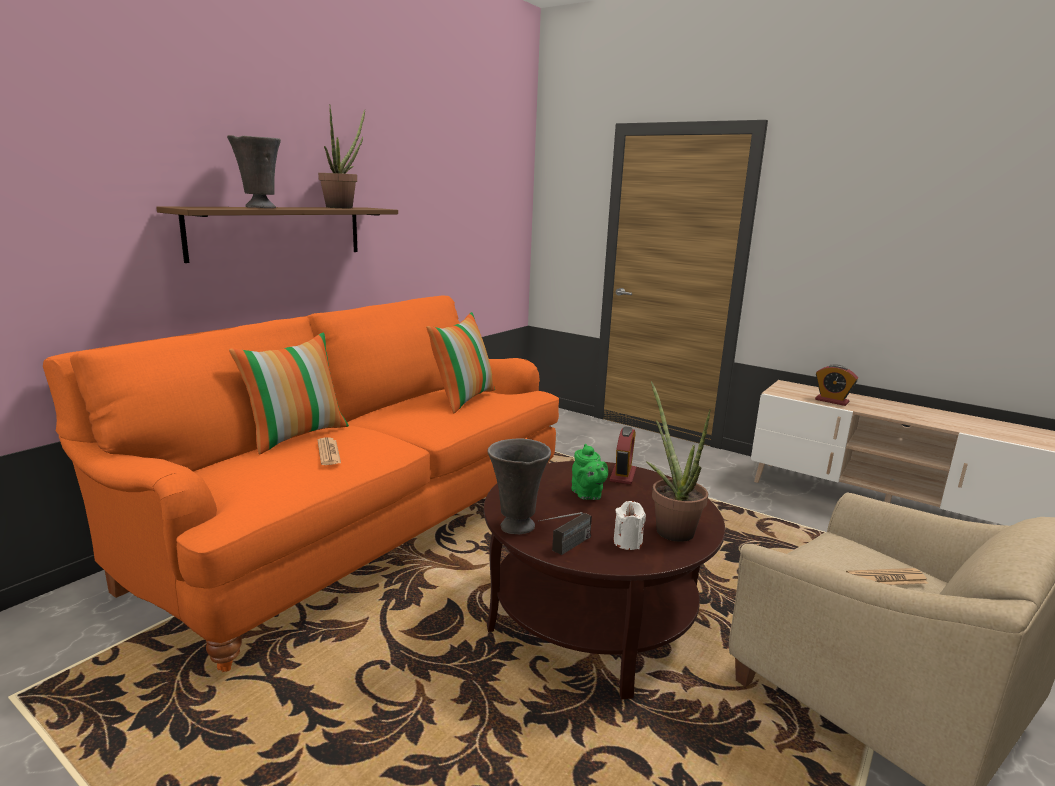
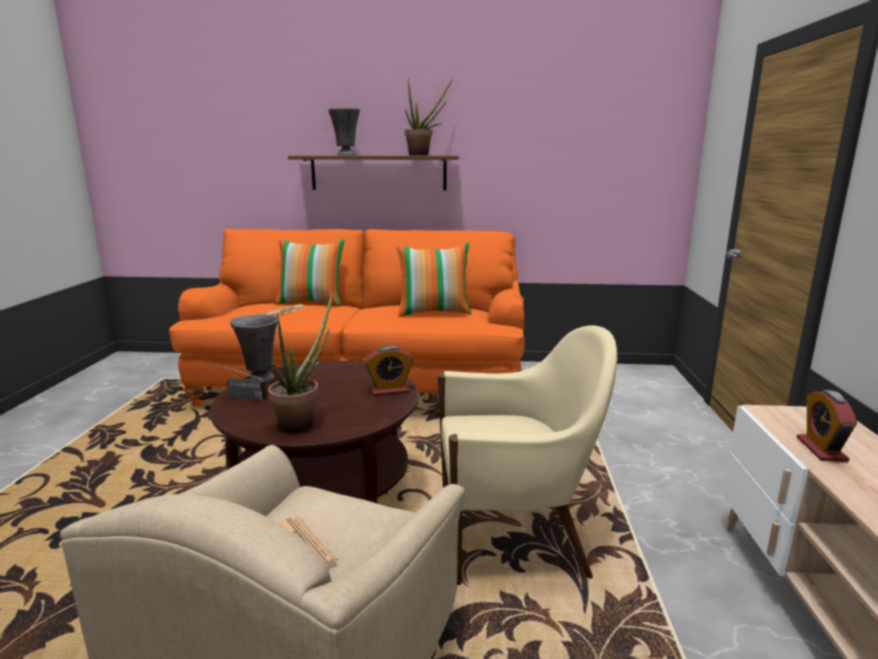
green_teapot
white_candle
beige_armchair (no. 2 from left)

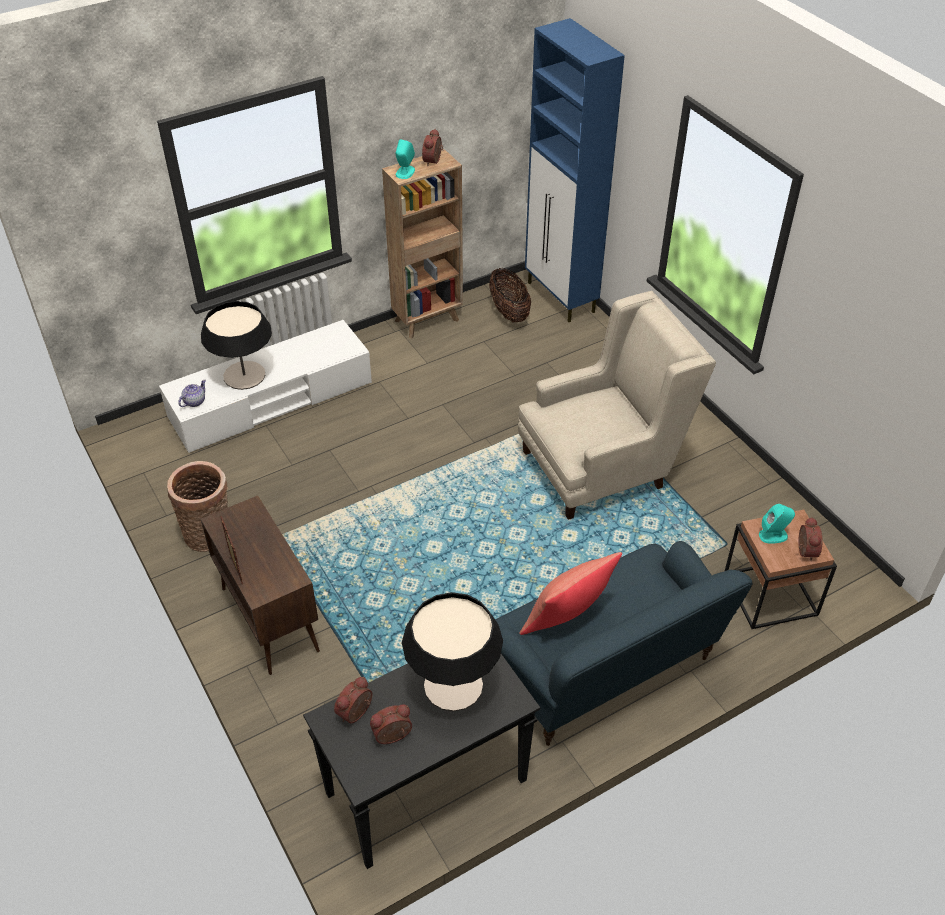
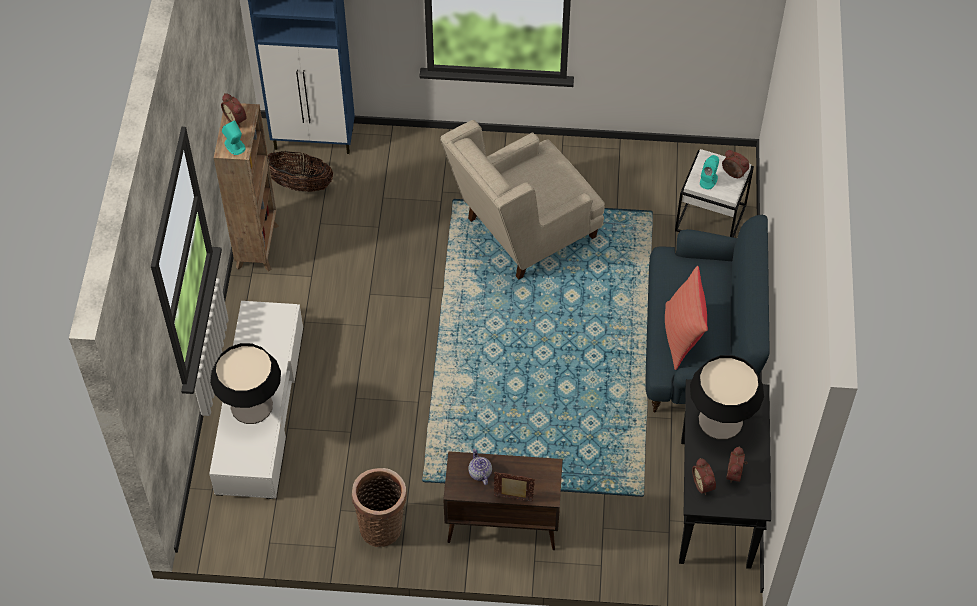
beige_armchair
teapot
white_side_table

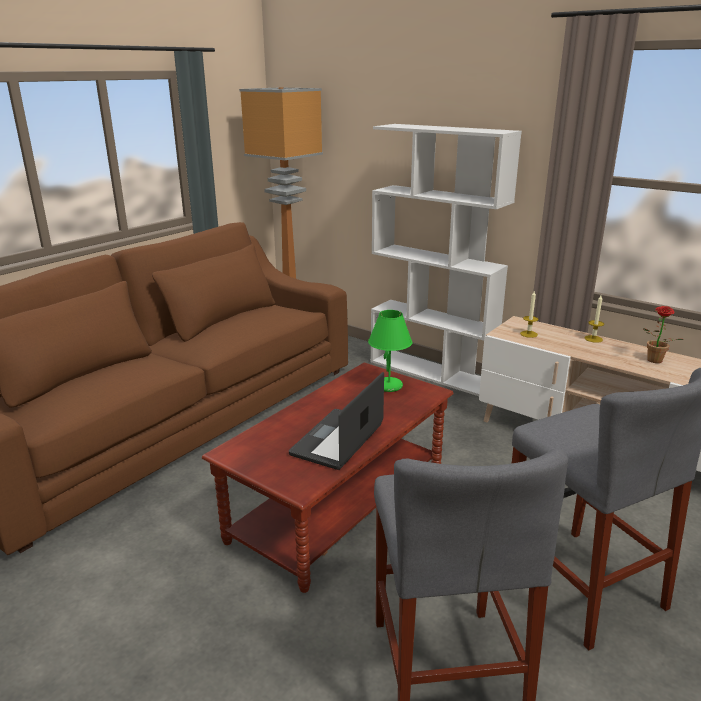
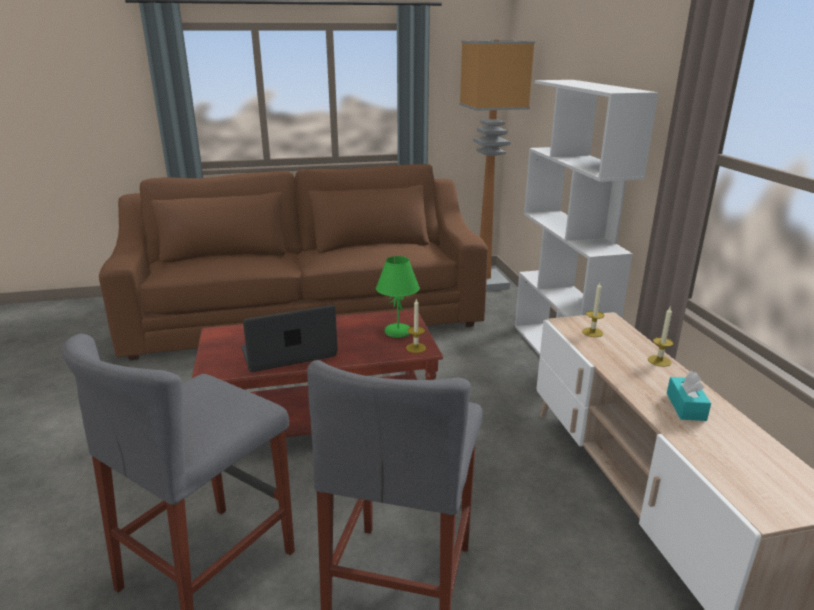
turquoise_tissue_box
candle (no. 1 from left)

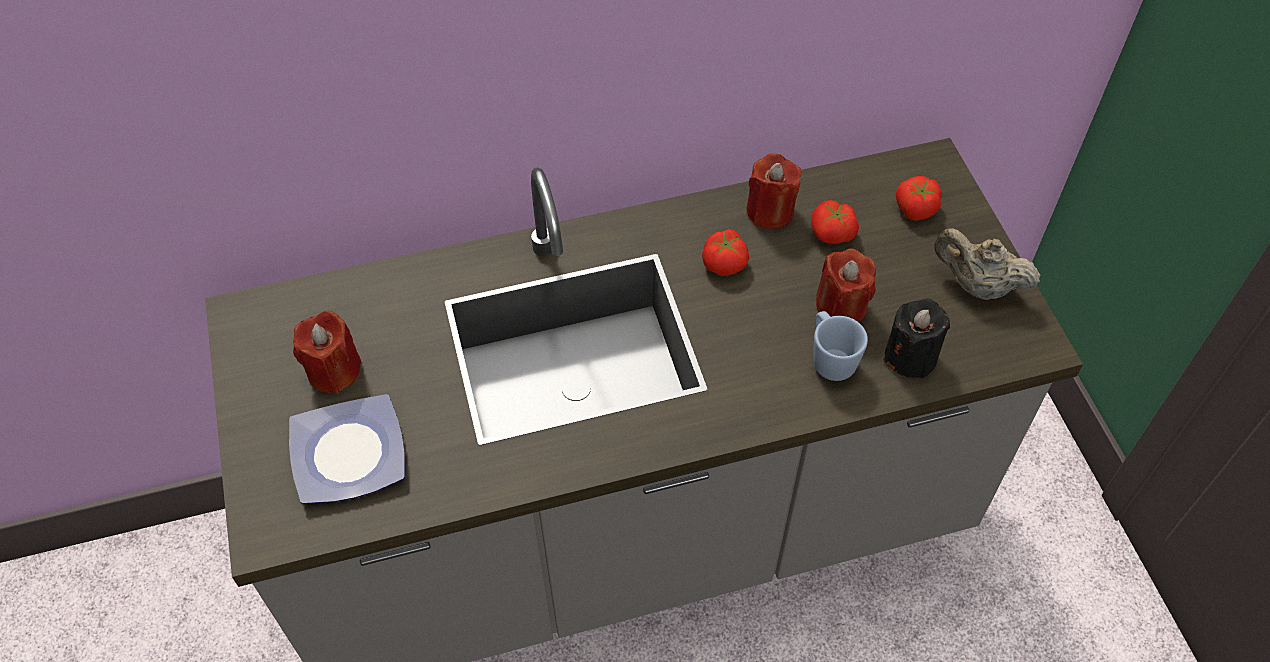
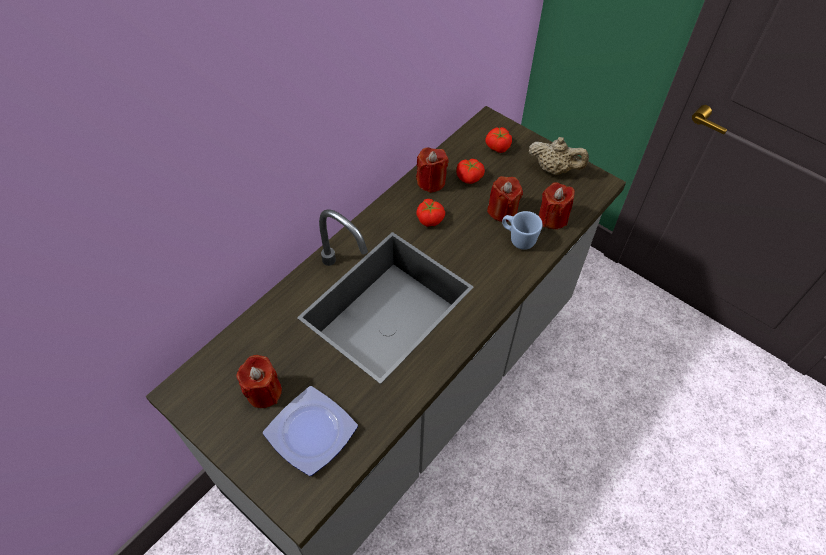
beige_teapot
red_candle (no. 4 from left)

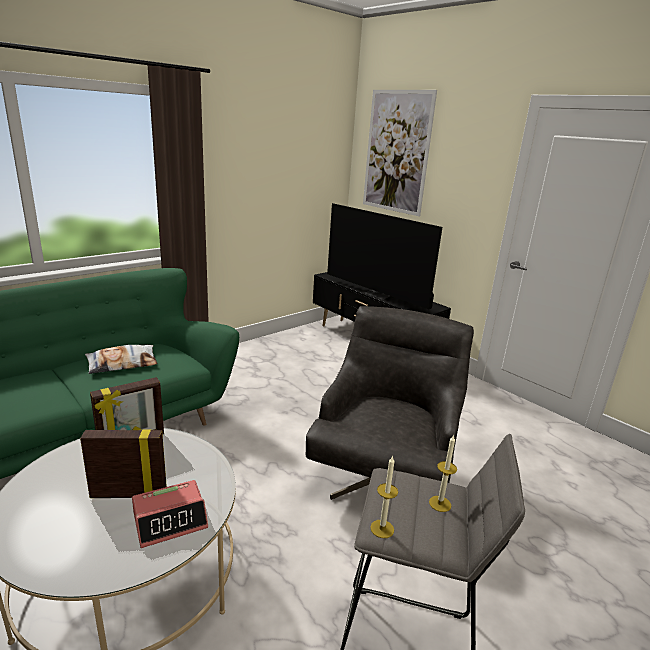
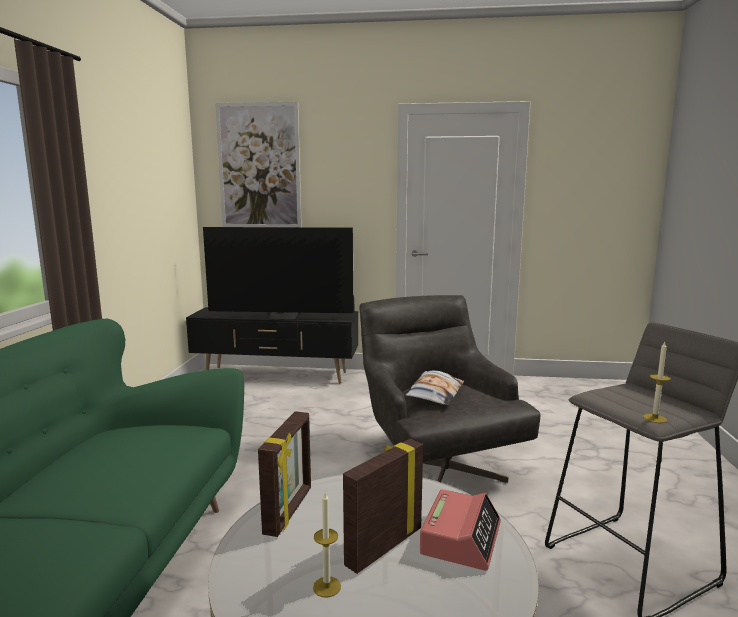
pillow
candle (no. 1 from left)

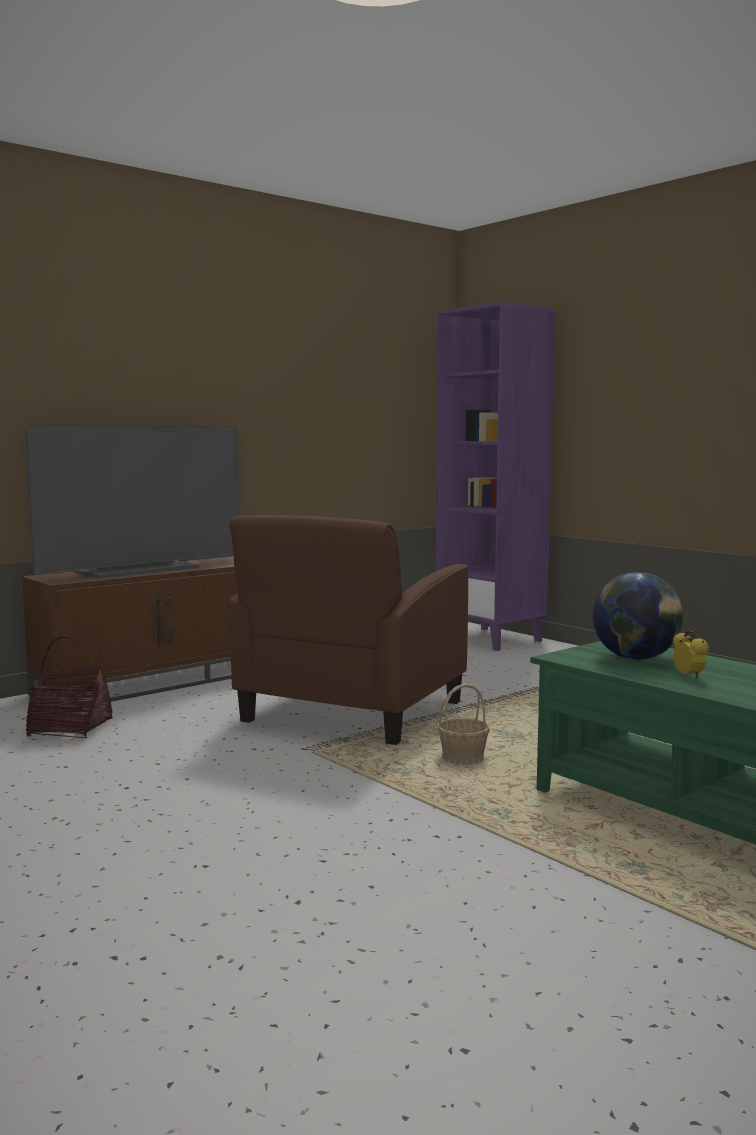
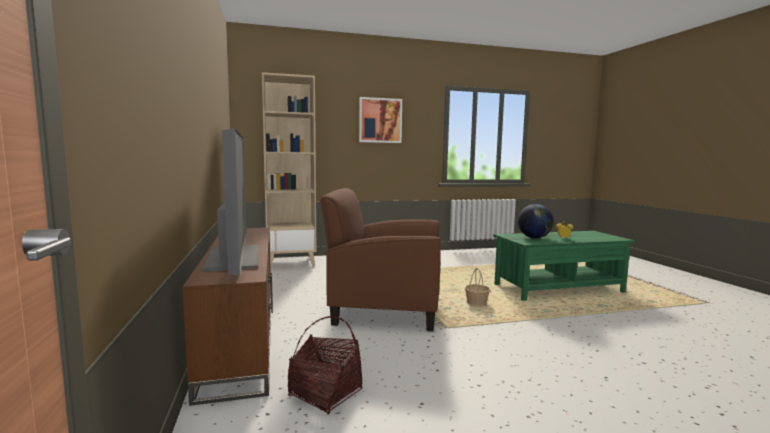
beige_bookcase
brown_armchair
picture

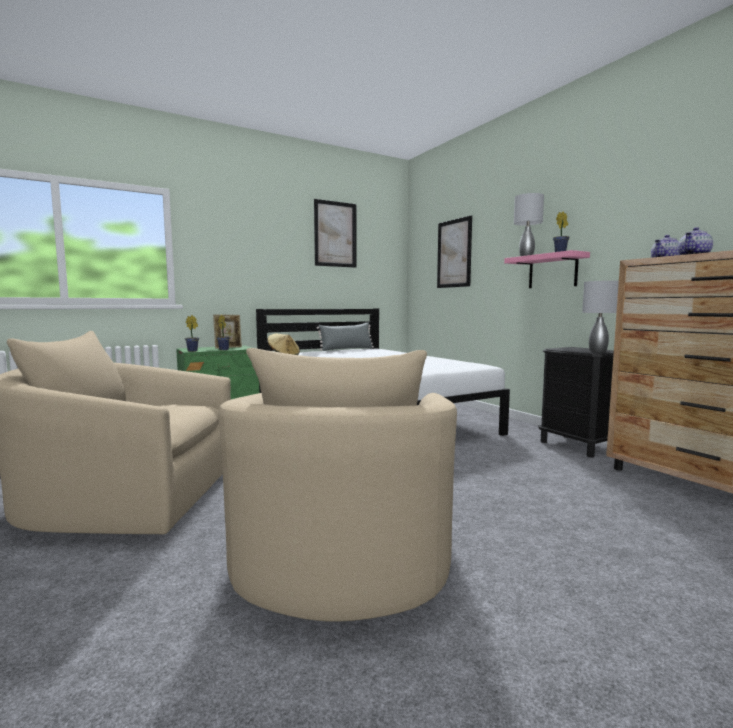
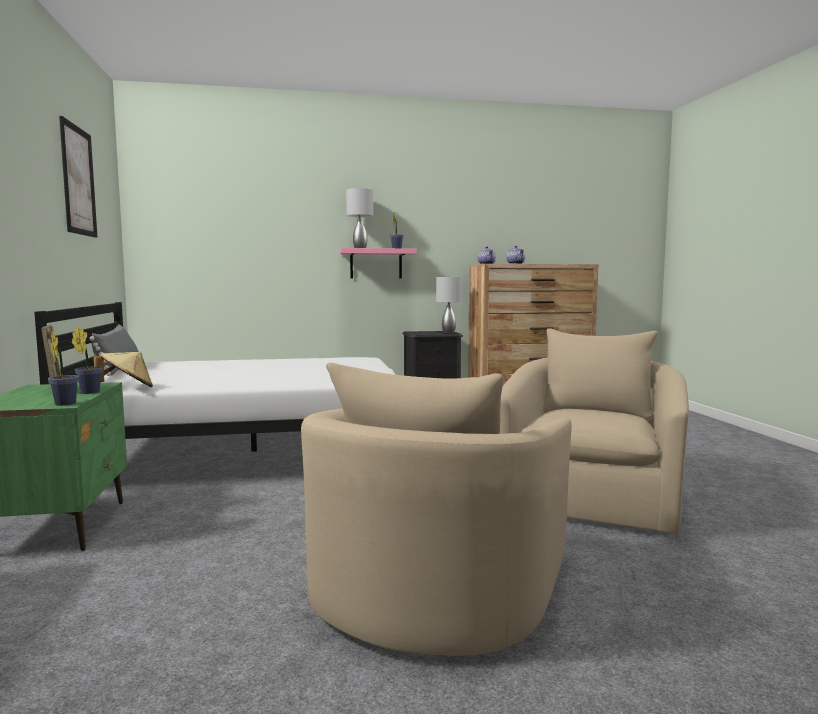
picture (no. 2 from left in the first image)
beige_armchair (no. 2 from left)

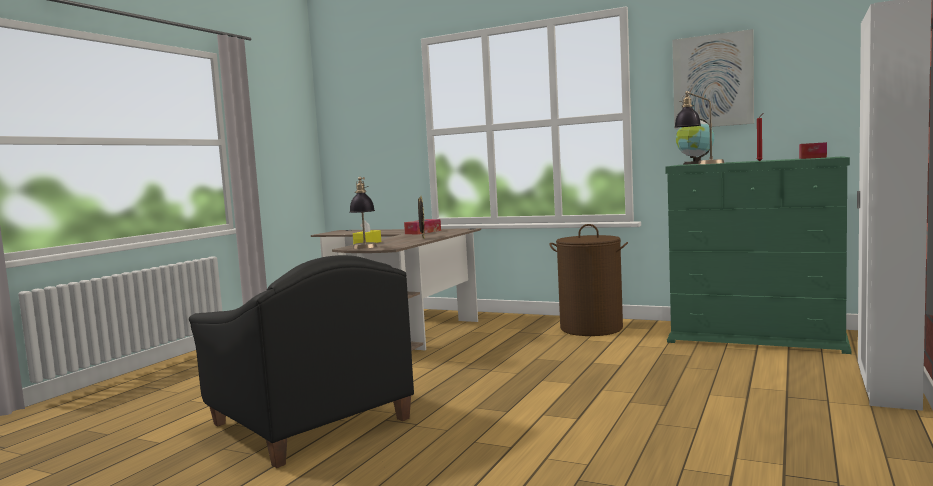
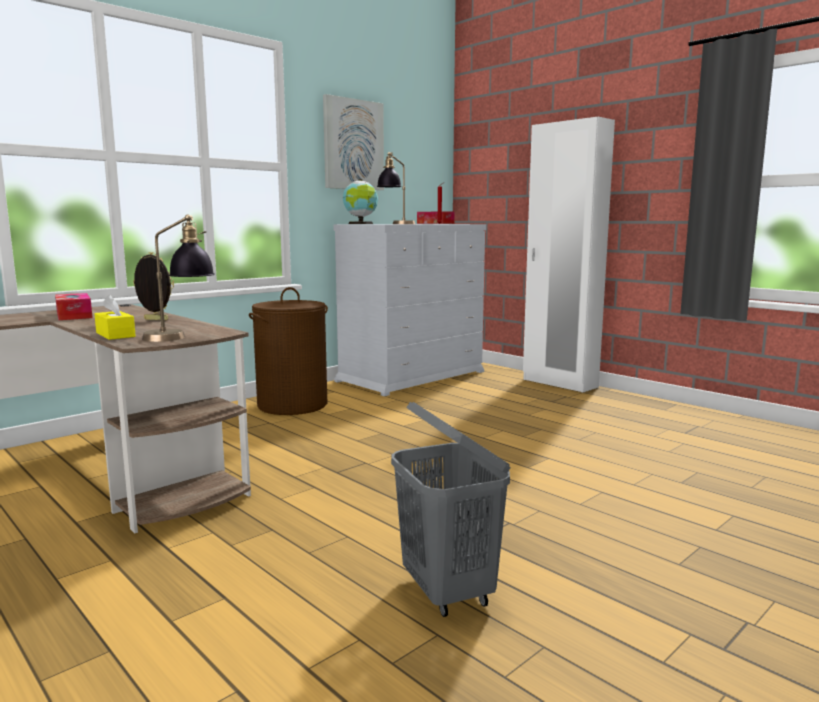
white_dresser
grey_laundry_basket

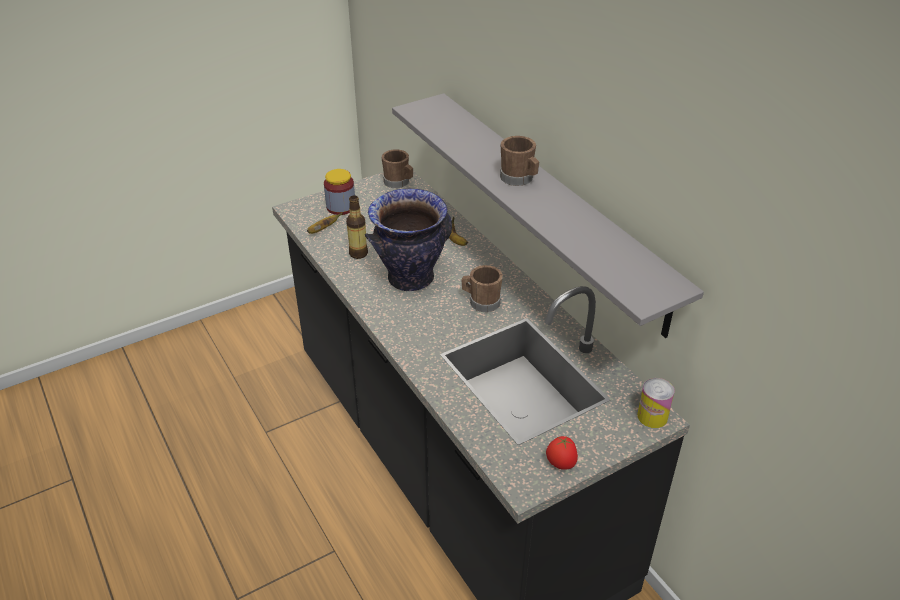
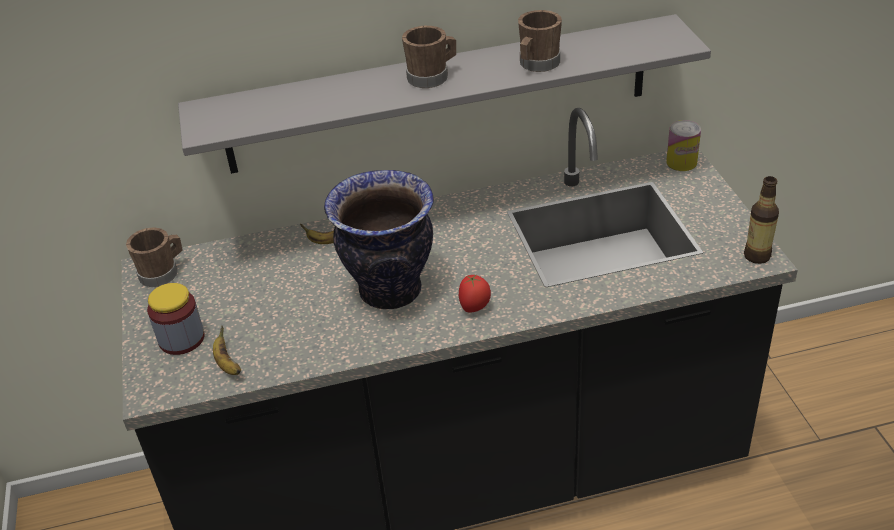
bottle
brown_mug (no. 3 from left)
tomato

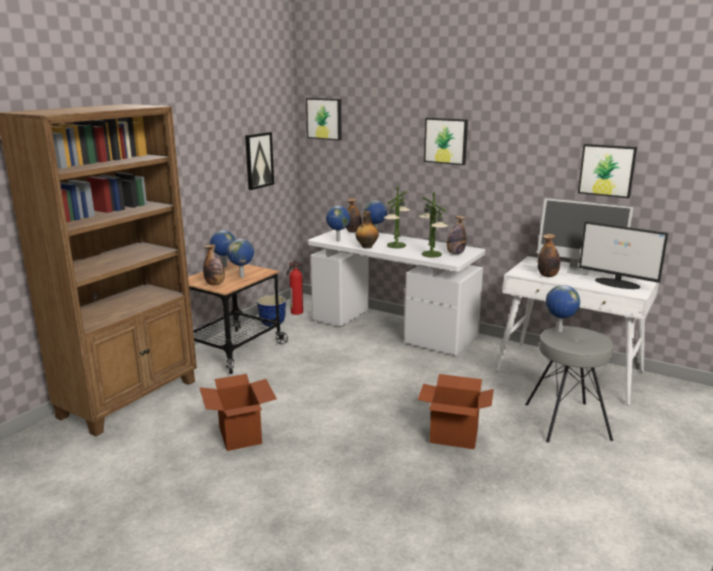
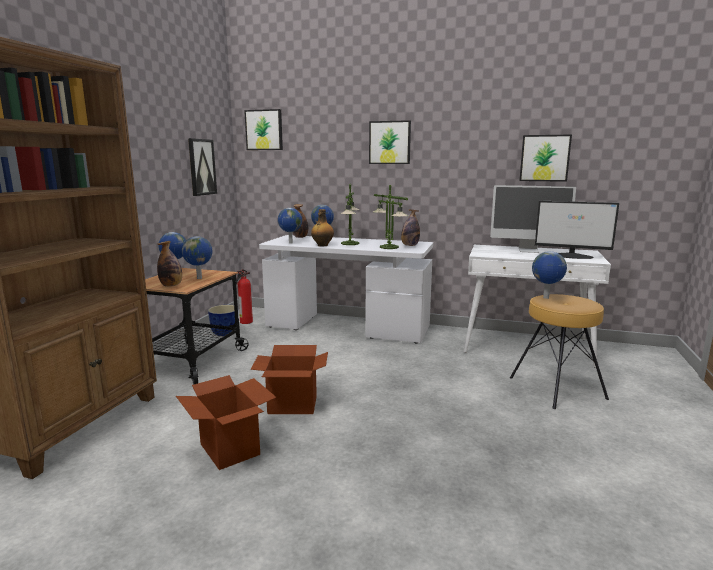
bottle (no. 5 from left in the first image)
brown_stool
cardboard_box (no. 2 from left)

